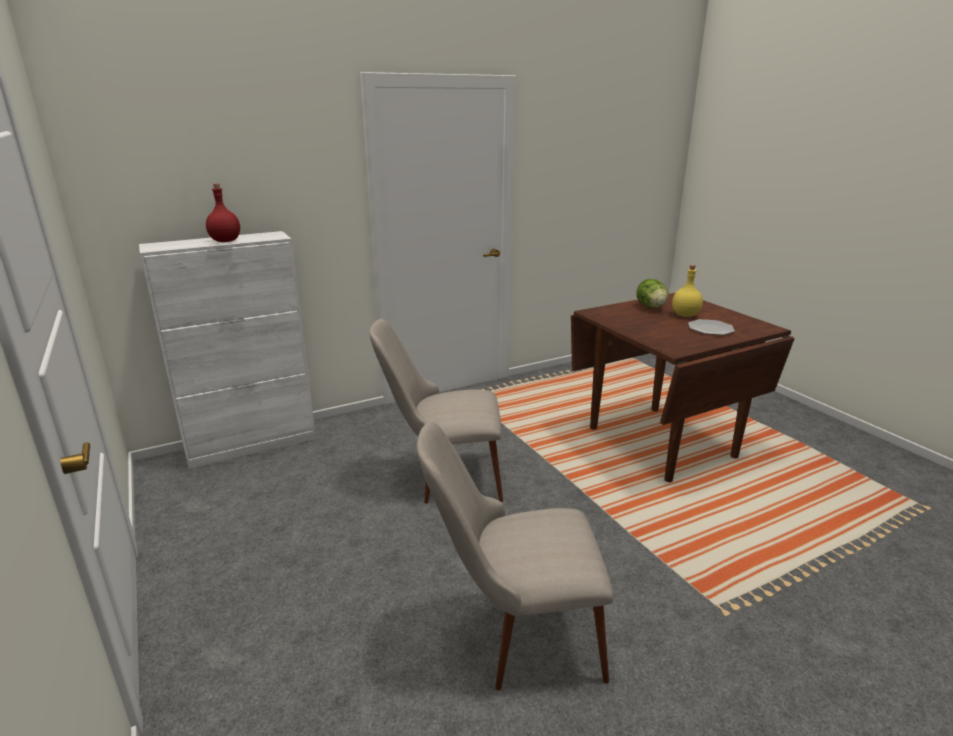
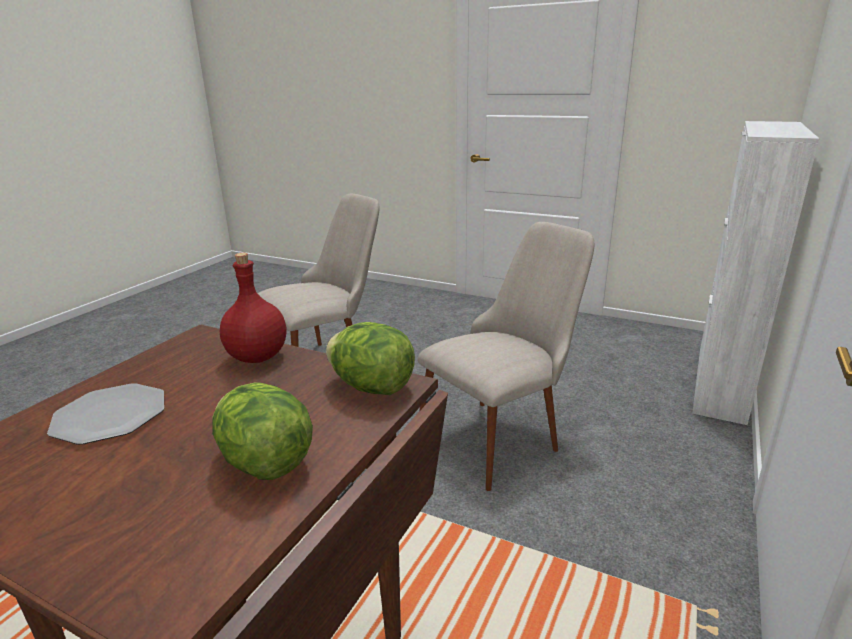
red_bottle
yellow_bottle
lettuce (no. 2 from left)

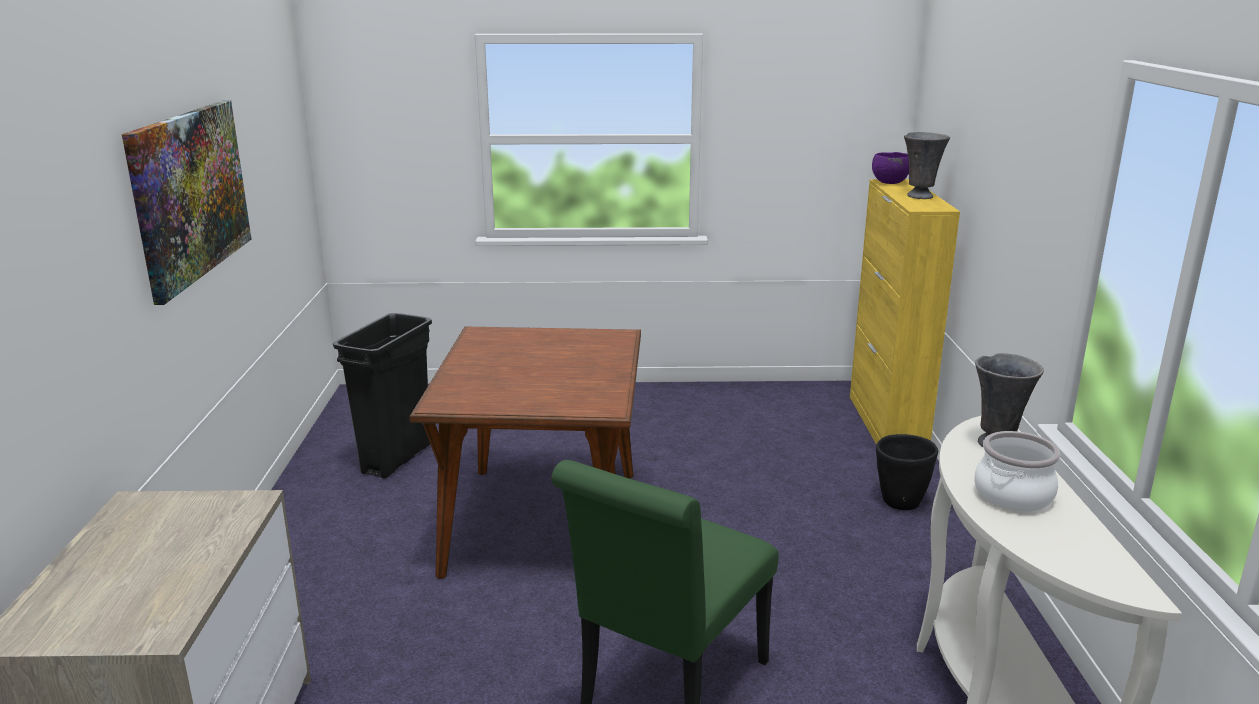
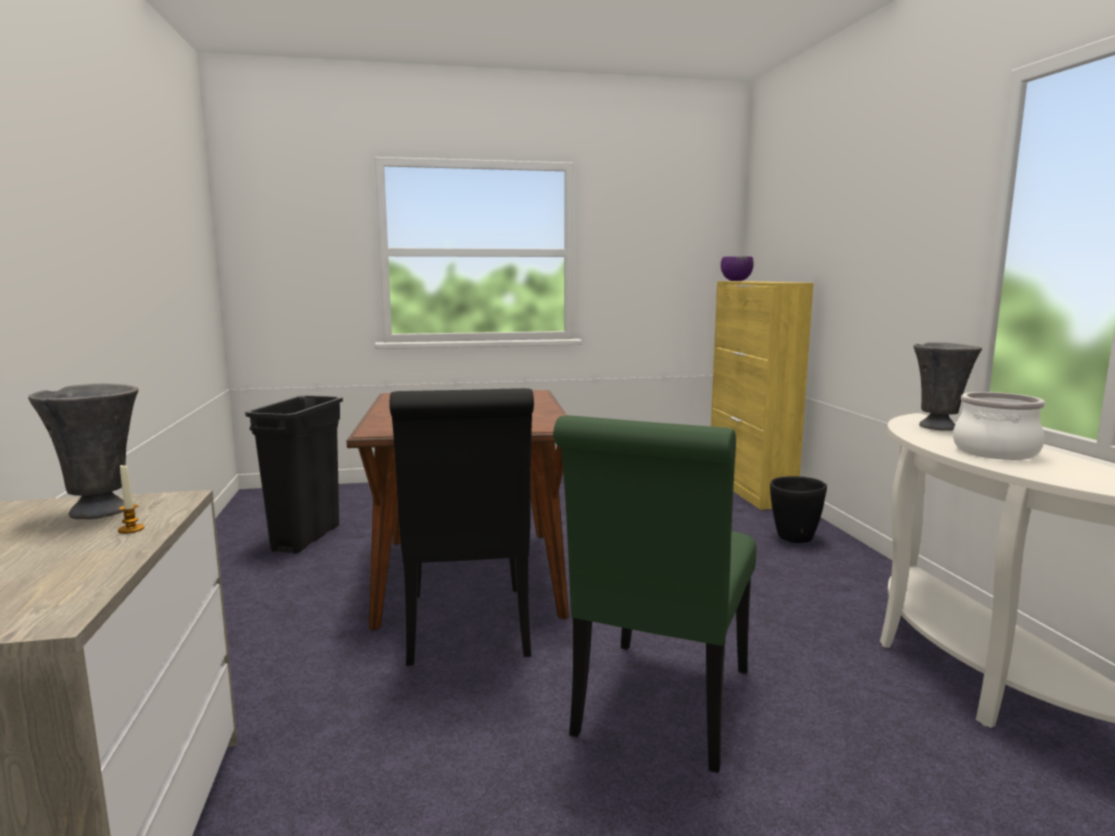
picture
grey_vase (no. 1 from left)
black_chair
candle

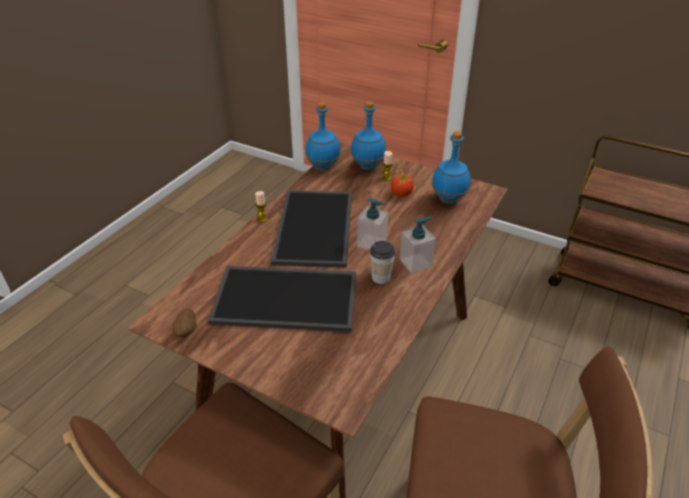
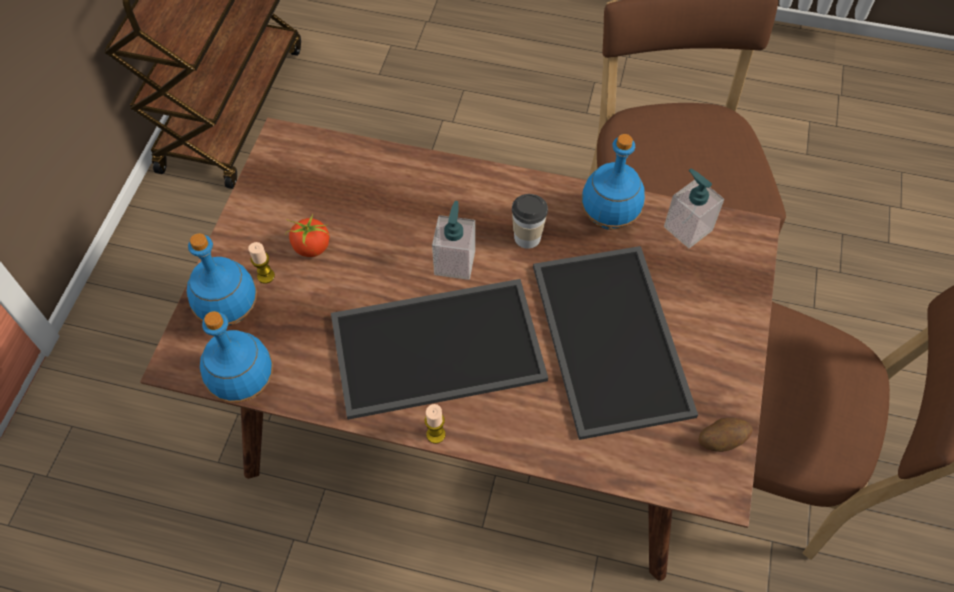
blue_bottle (no. 3 from left)
soap_dispenser (no. 2 from left)

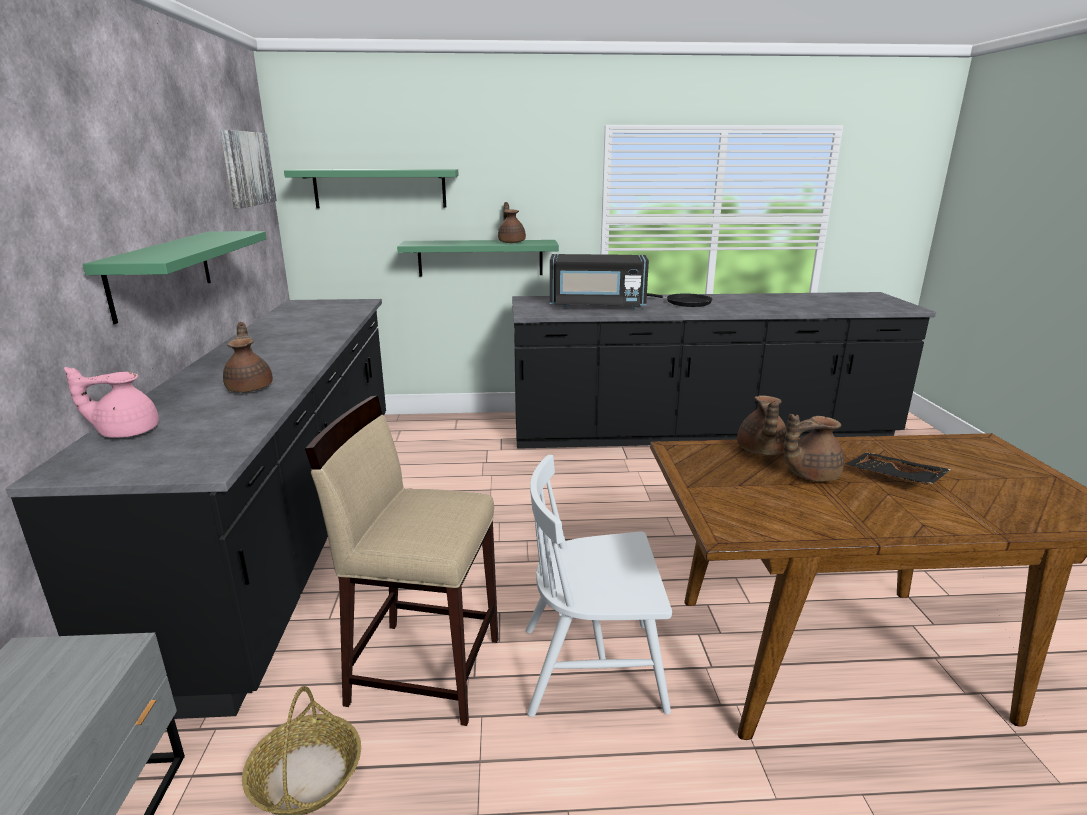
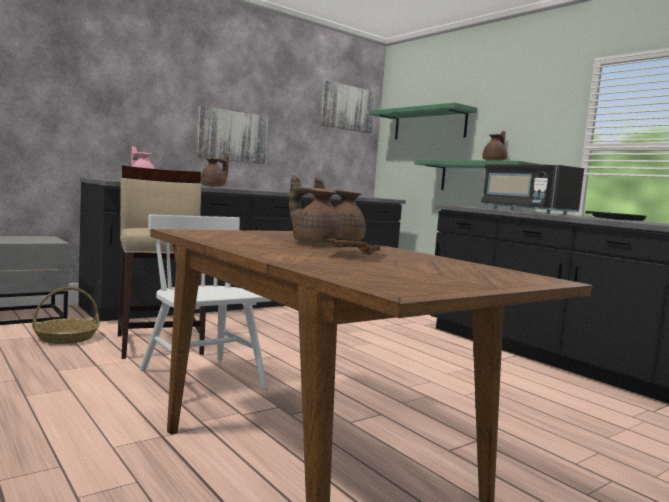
picture (no. 1 from left)

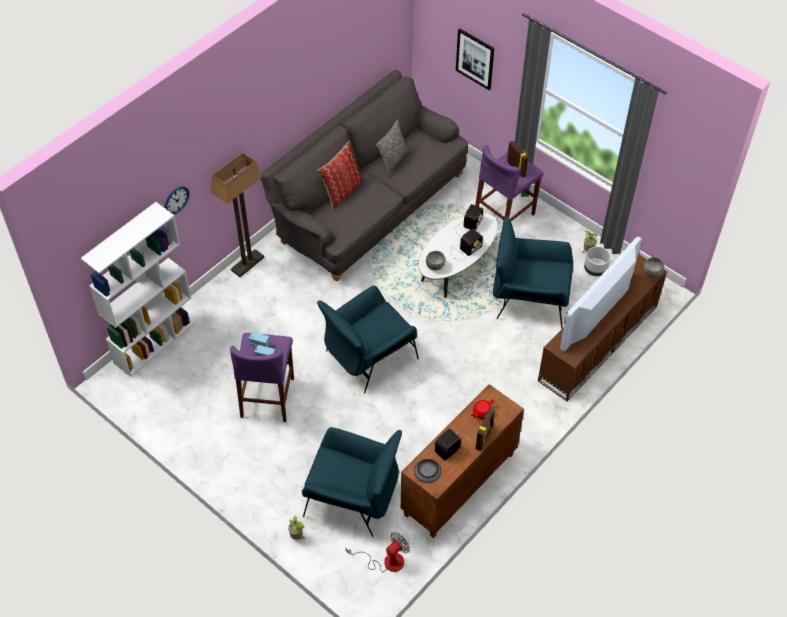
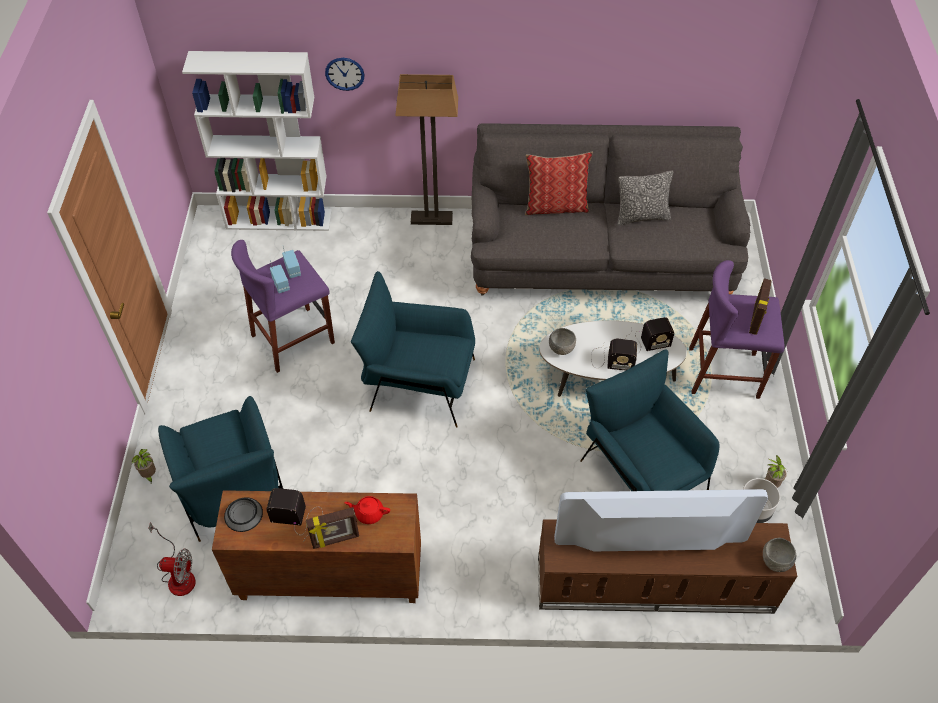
picture

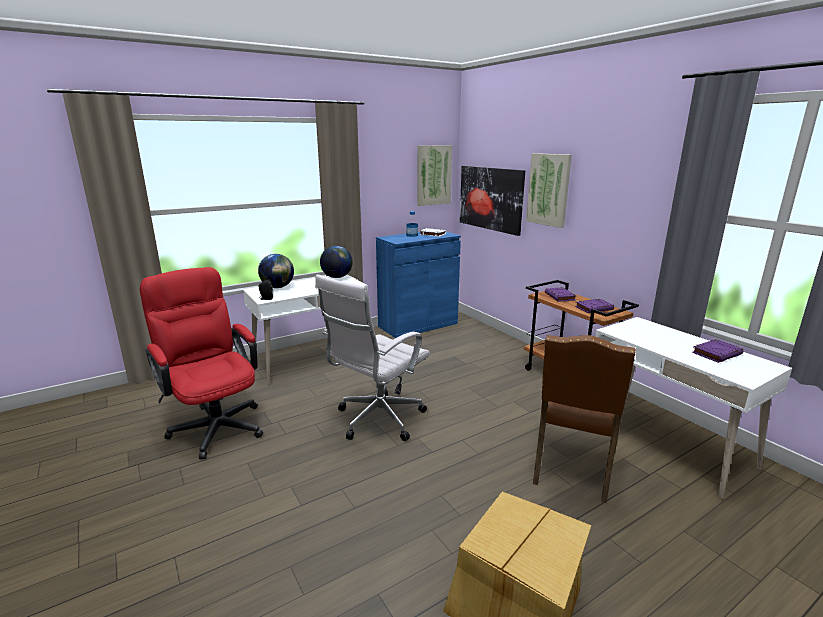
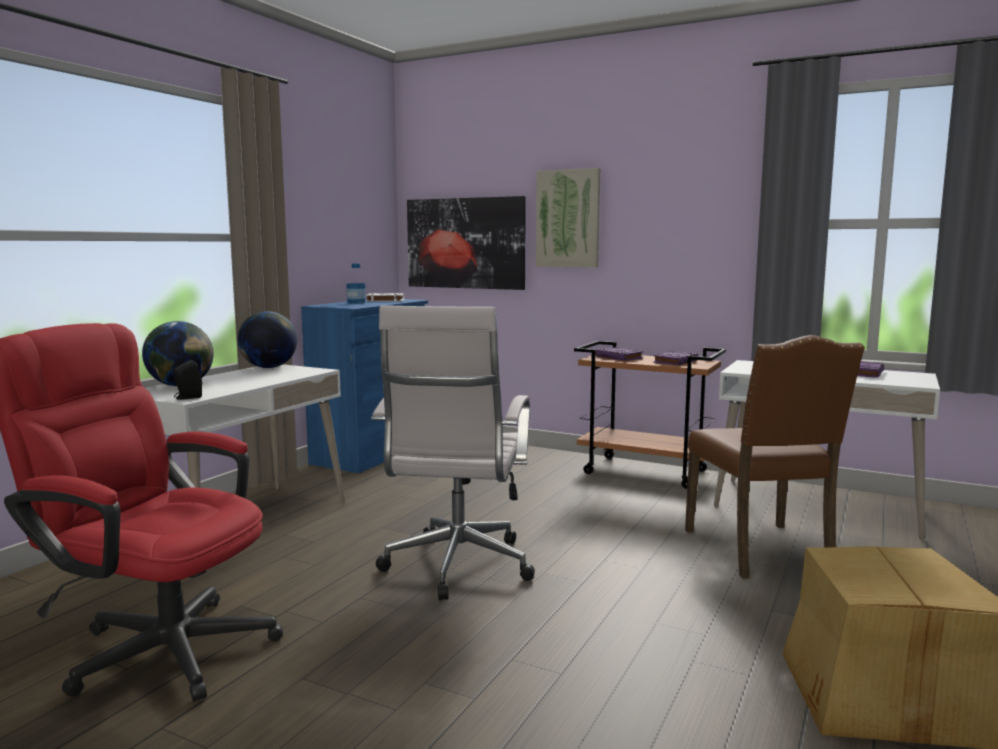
picture (no. 1 from left in the first image)

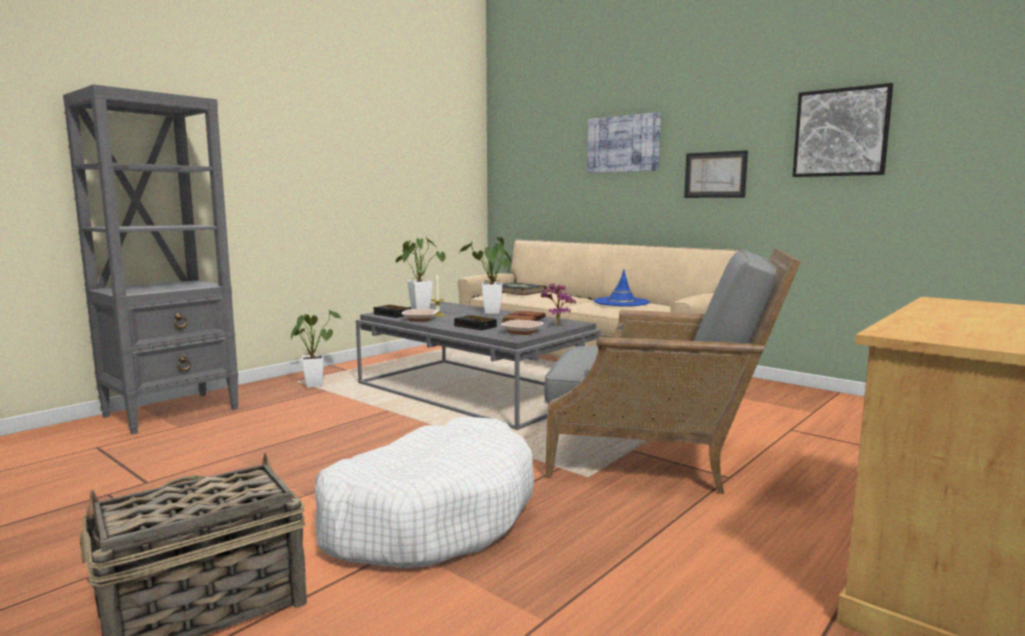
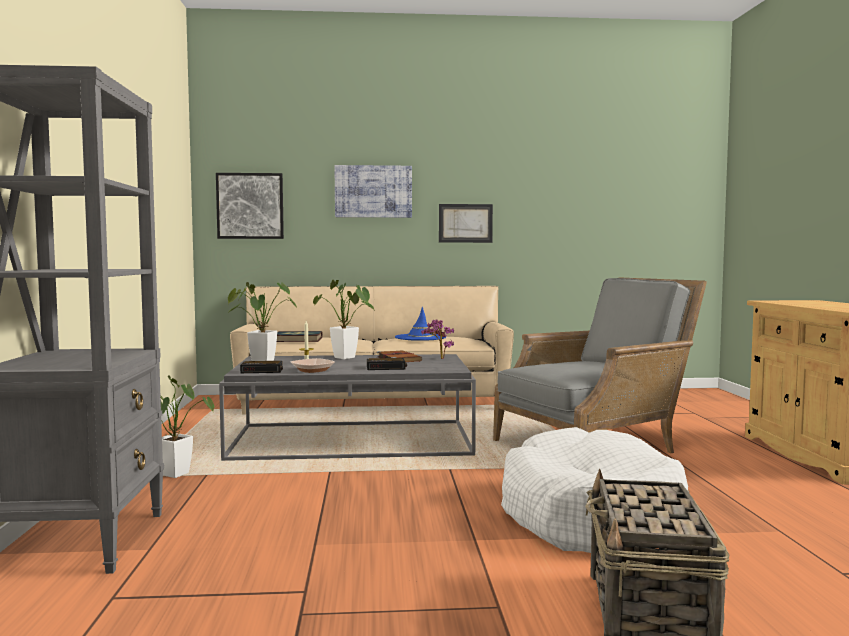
picture (no. 1 from left)
bowl (no. 2 from left in the first image)

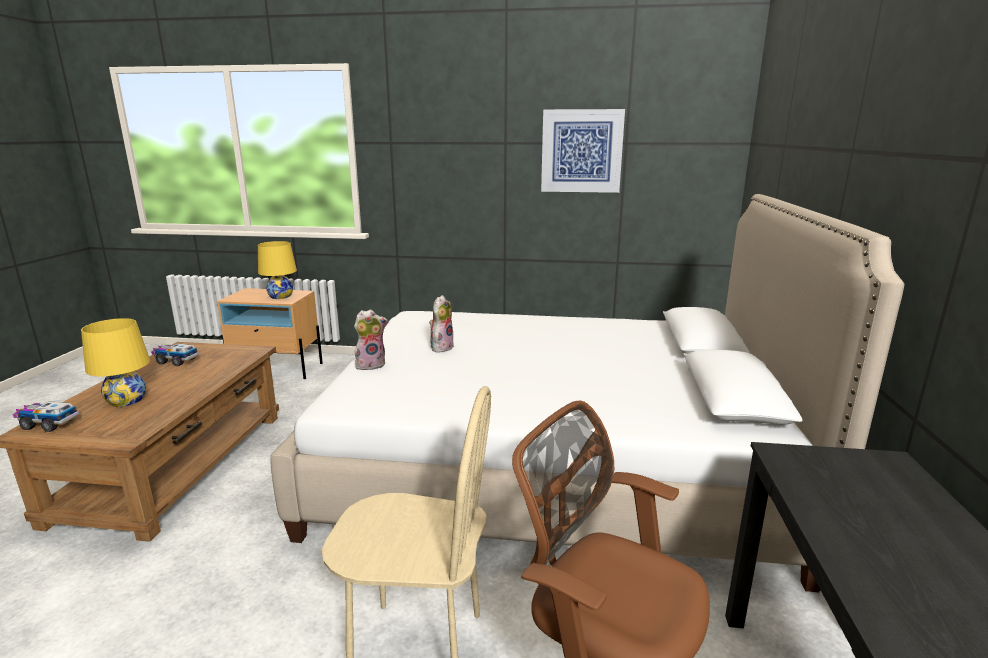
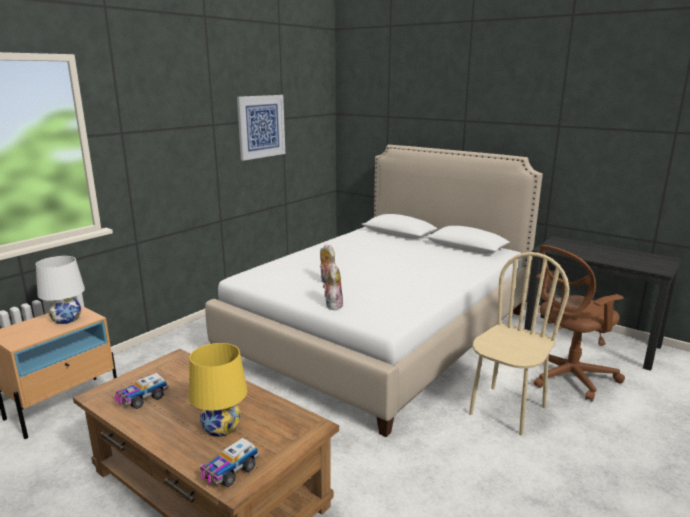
white_table_lamp

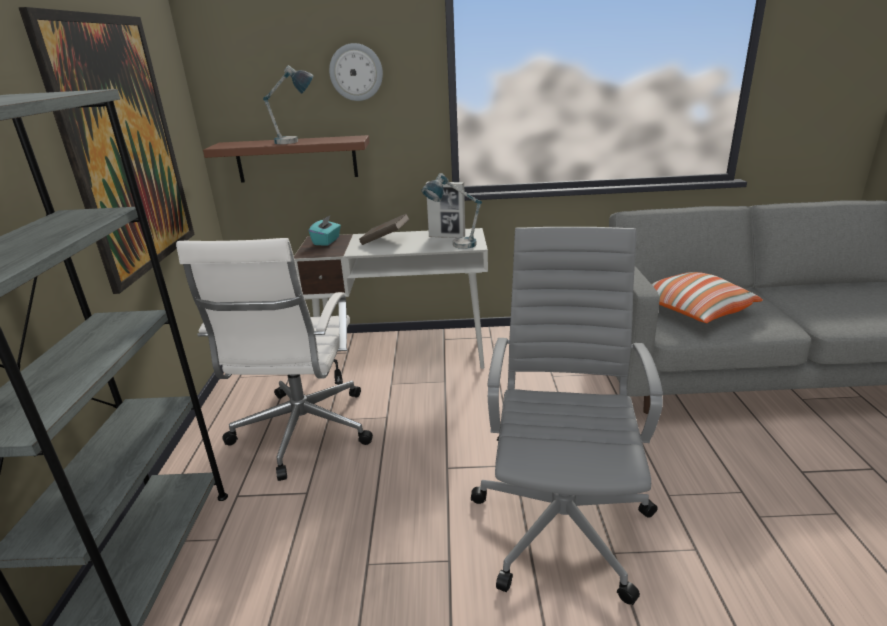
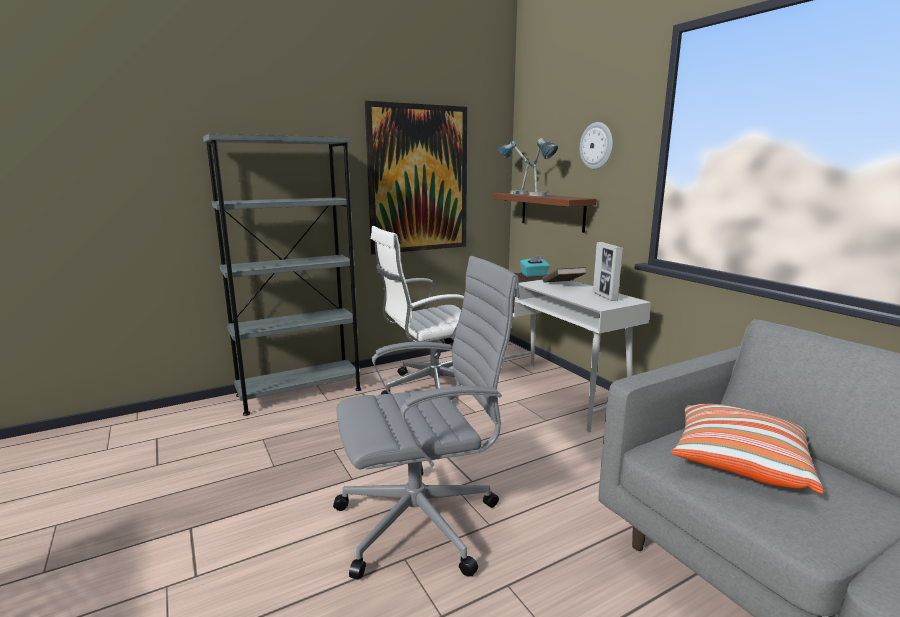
table_lamp (no. 1 from left)

